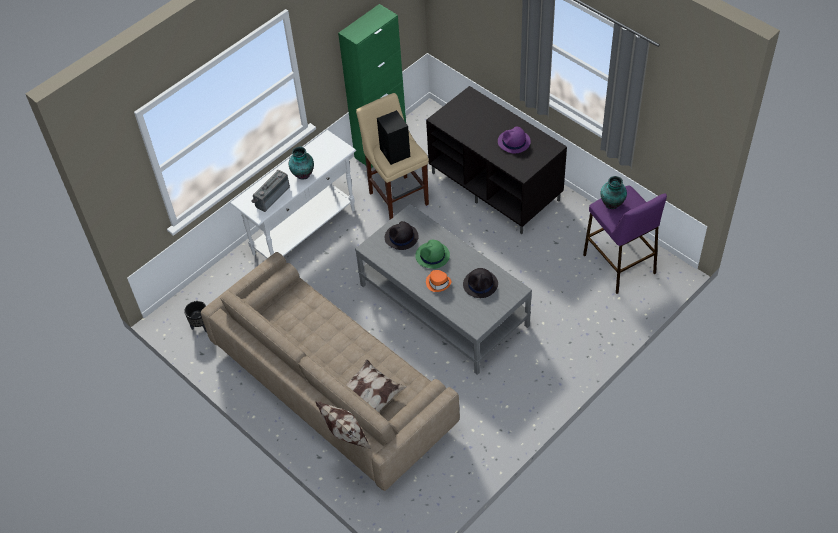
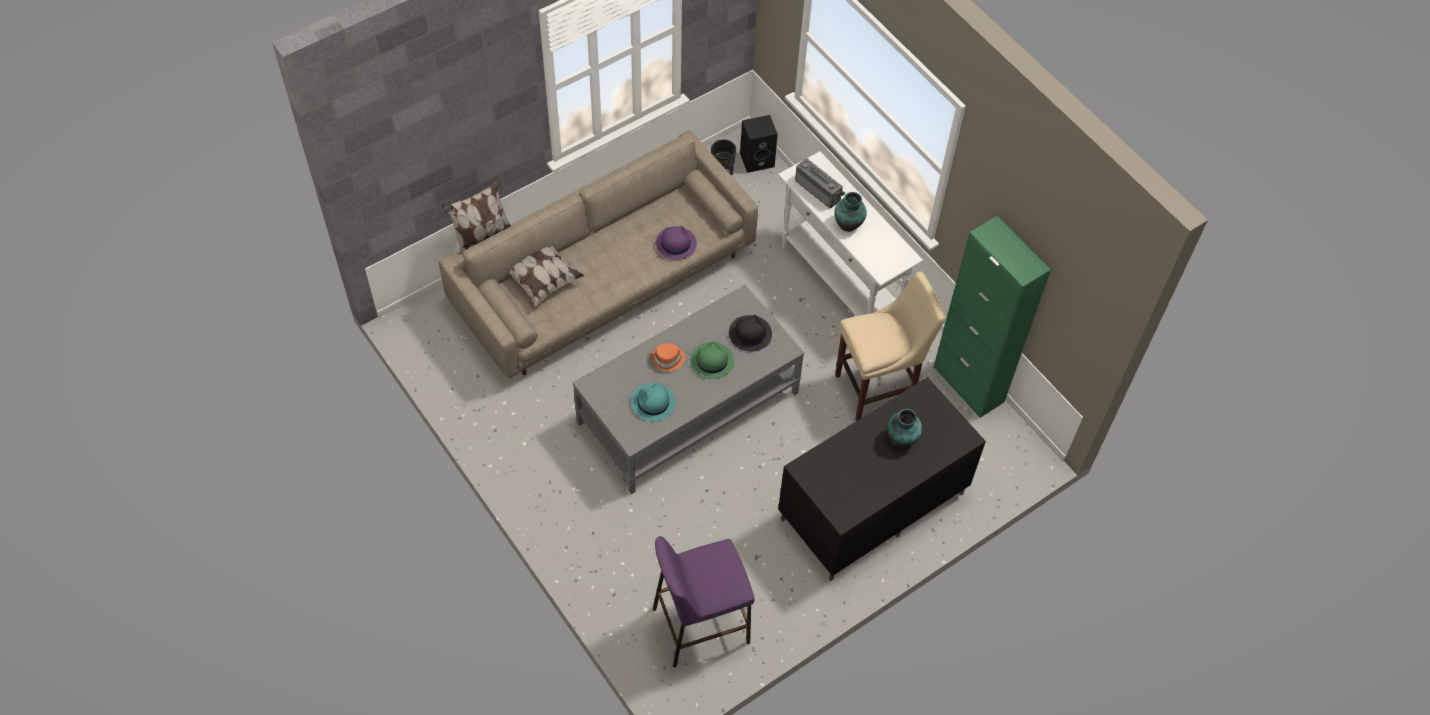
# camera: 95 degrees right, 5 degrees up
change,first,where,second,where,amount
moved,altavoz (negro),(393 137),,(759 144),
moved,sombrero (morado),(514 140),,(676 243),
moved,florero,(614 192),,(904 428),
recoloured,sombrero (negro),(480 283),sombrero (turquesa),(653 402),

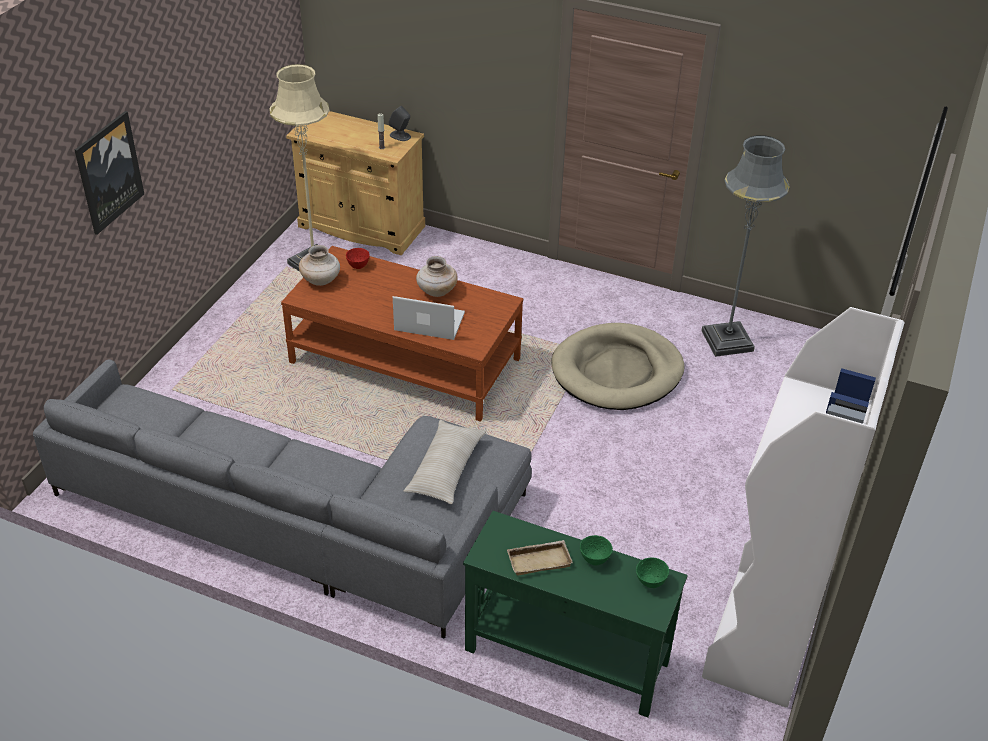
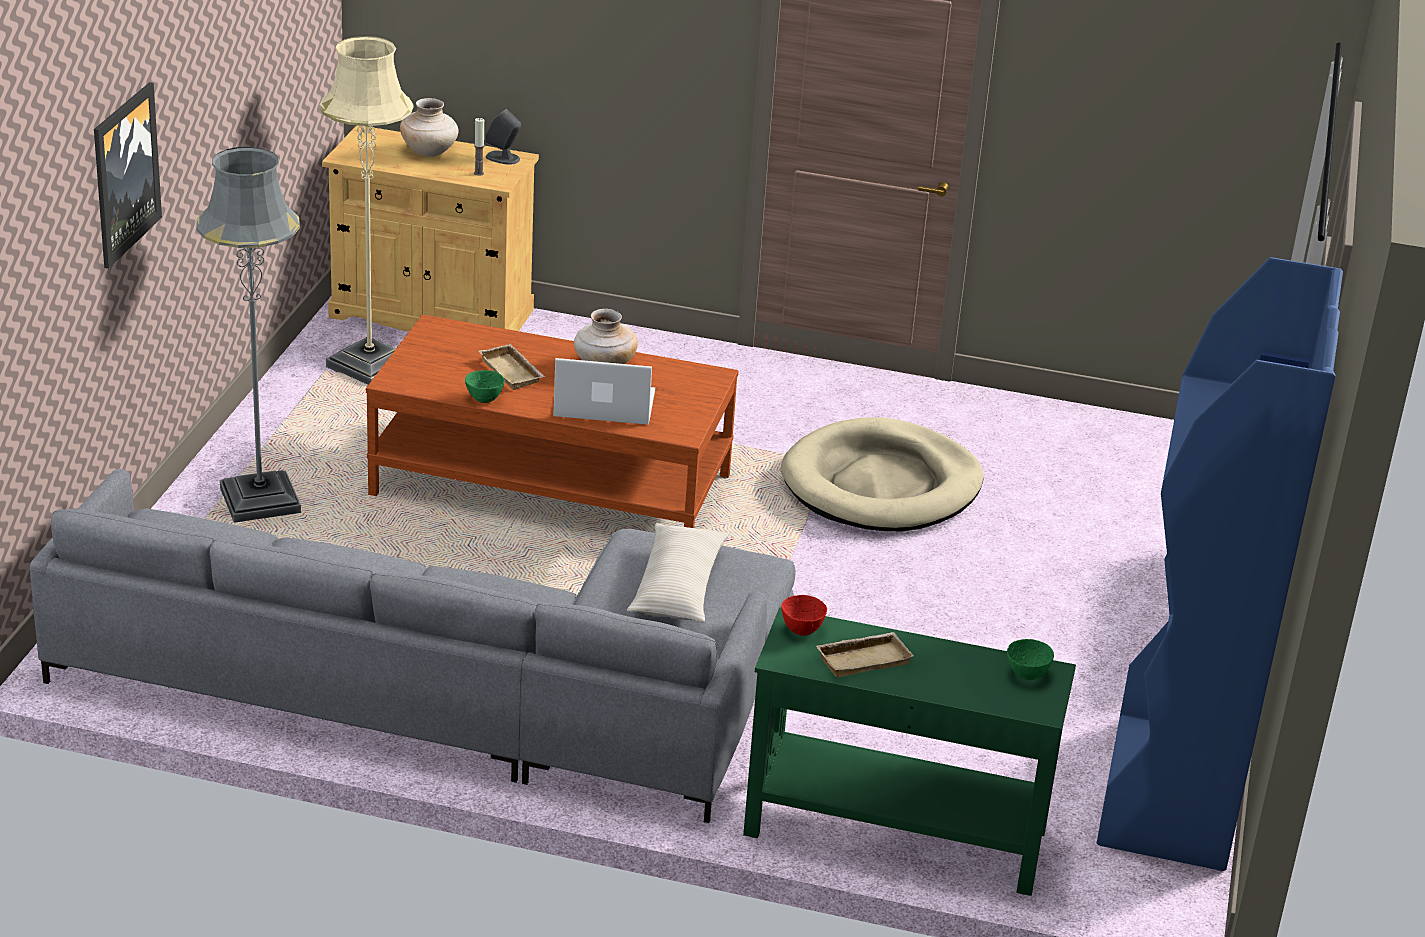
# camera: 10 degrees left, 10 degrees down
change,first,where,second,where,amount
moved,lámpara de pie (gris),(745 246),,(249 335),
moved,florero (beis),(319 265),,(429 127),
moved,cuenco (rojo),(358 258),,(804 615),
recoloured,estantería (blanco),(803 507),estantería (azul),(1220 564),
moved,cuenco (verde),(596 550),,(485 386),
added,,,bandeja (beis),(512 367),

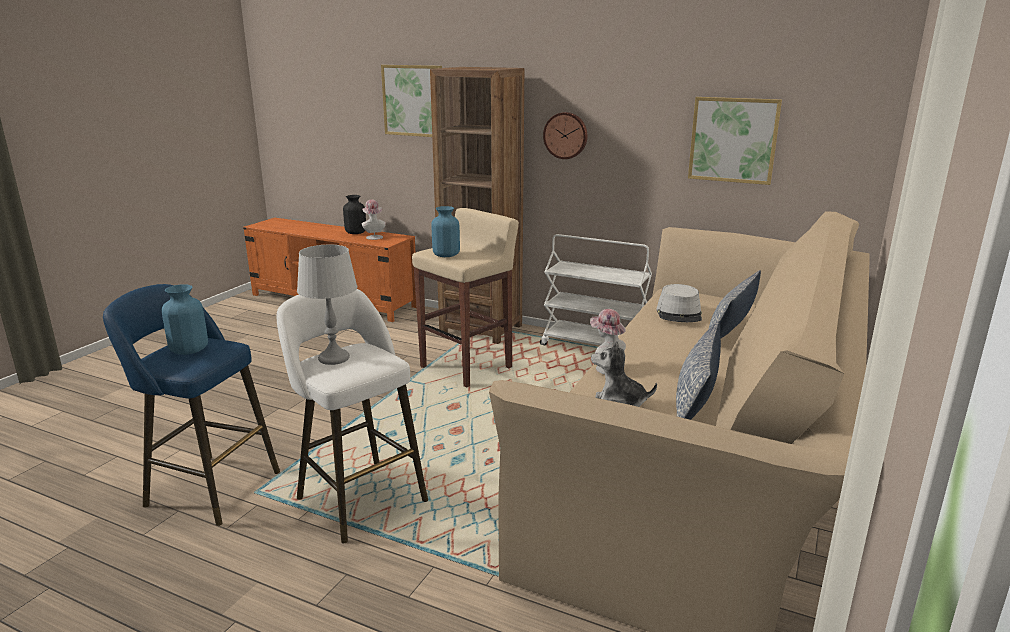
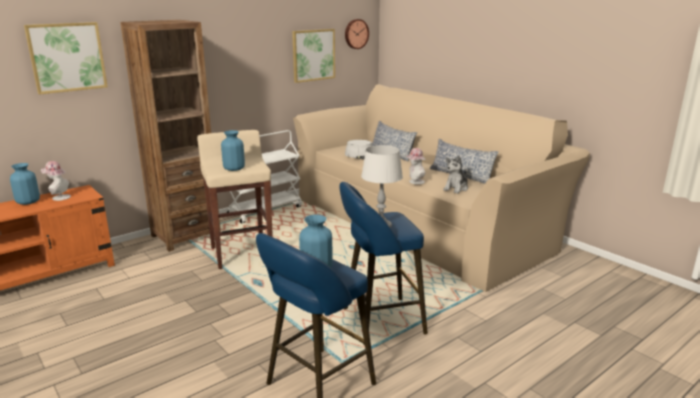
# camera: 65 degrees left, 0 degrees up
change,first,where,second,where,amount
moved,reloj de pared,(565 135),,(357 34),
recoloured,florero (negro),(354 214),florero (azul),(25 184),
recoloured,taburete (blanco),(352 416),taburete (azul),(383 263),

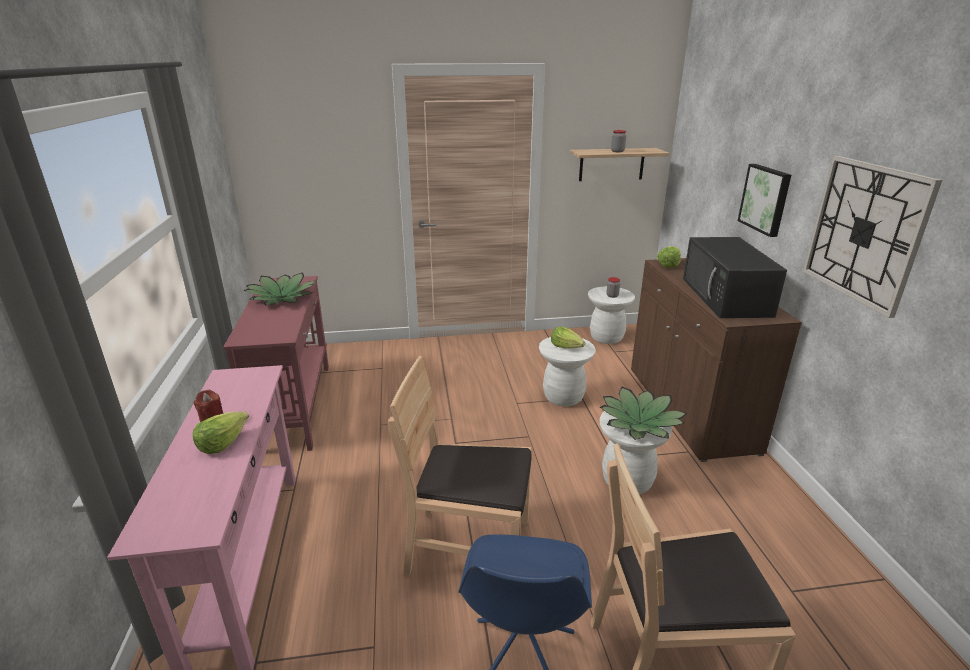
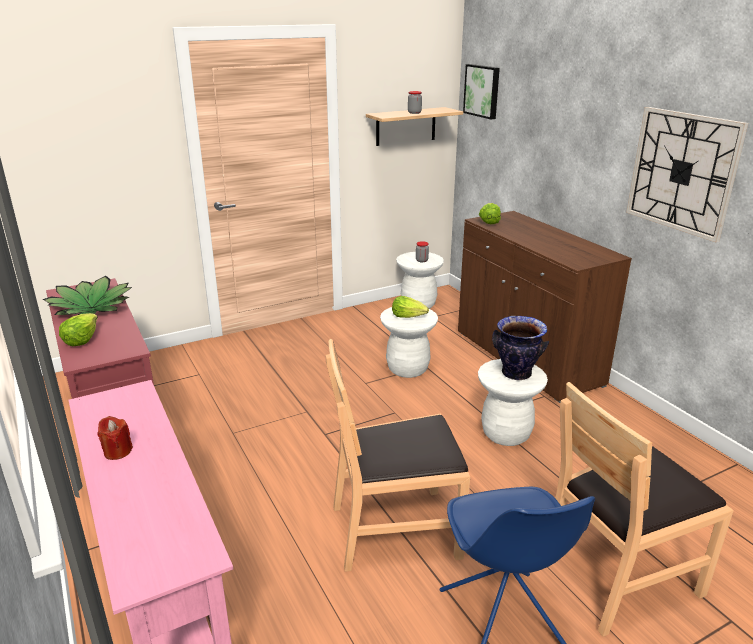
# camera: 20 degrees left, 0 degrees up
change,first,where,second,where,amount
moved,cuadro,(764 200),,(481 91),
removed,microondas (negro),(735 277),,,
replaced,planta en maceta,(643 413),florero,(520 348),
moved,lechuga,(221 432),,(78 329),

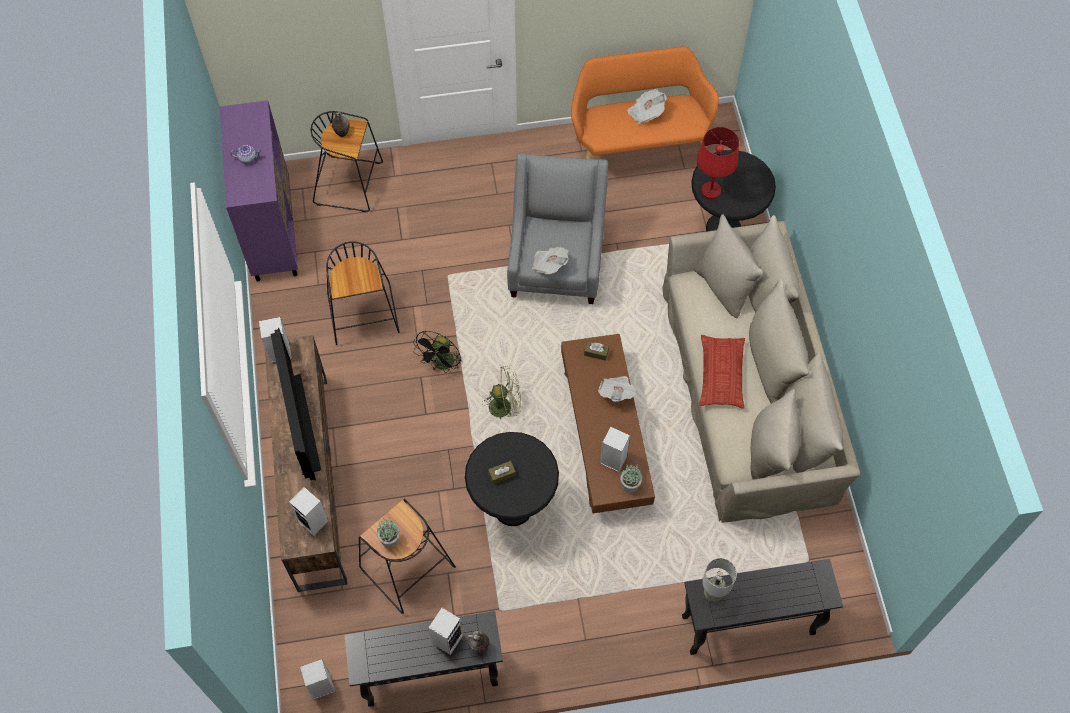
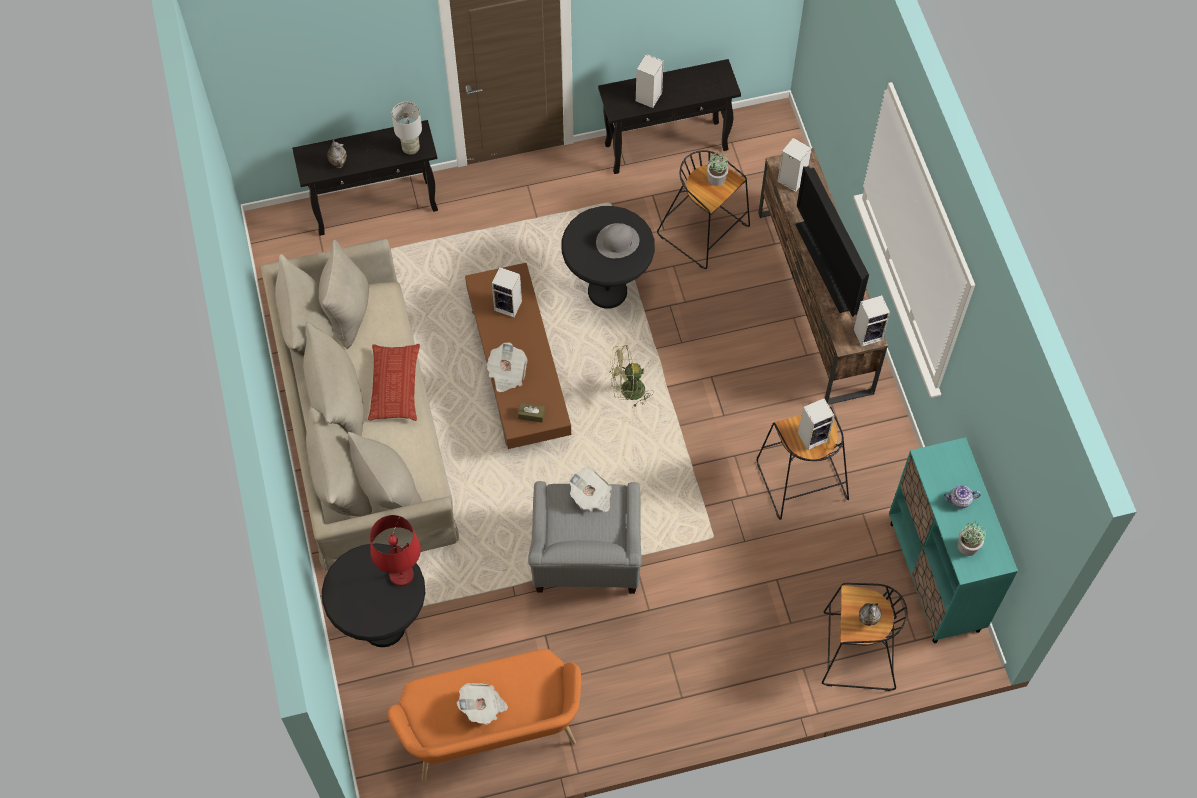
# camera: 175 degrees right, 0 degrees up
change,first,where,second,where,amount
recoloured,armario (morado),(258 190),armario (turquesa),(953 540),
removed,ventilador (negro),(437 352),,,
replaced,caja de pañuelos (marrón),(502 472),sombrero (gris),(617 240),
moved,planta en maceta,(631 478),,(972 538),
moved,florero,(478 642),,(337 153),
moved,altavoz,(317 679),,(816 424),

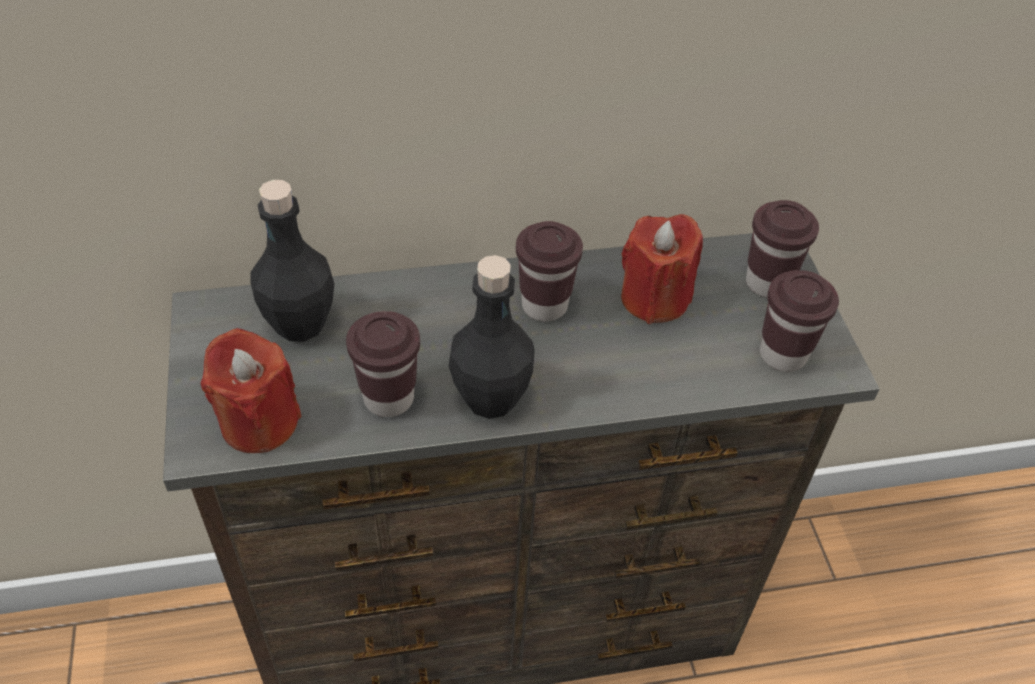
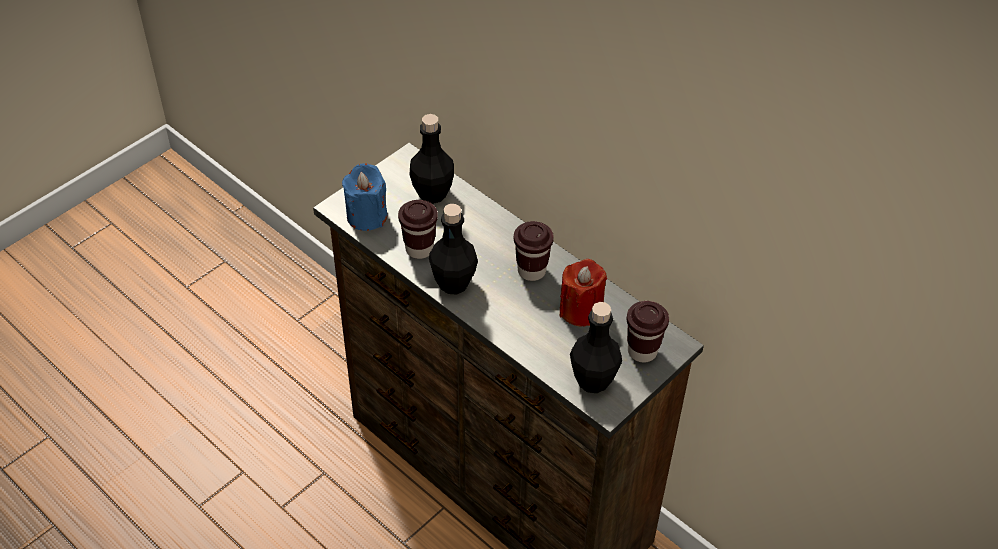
# camera: 55 degrees right, 0 degrees up
change,first,where,second,where,amount
replaced,taza (marrón),(799 321),botella (negro),(596 347),
recoloured,vela (rojo),(251 390),vela (azul),(365 197),

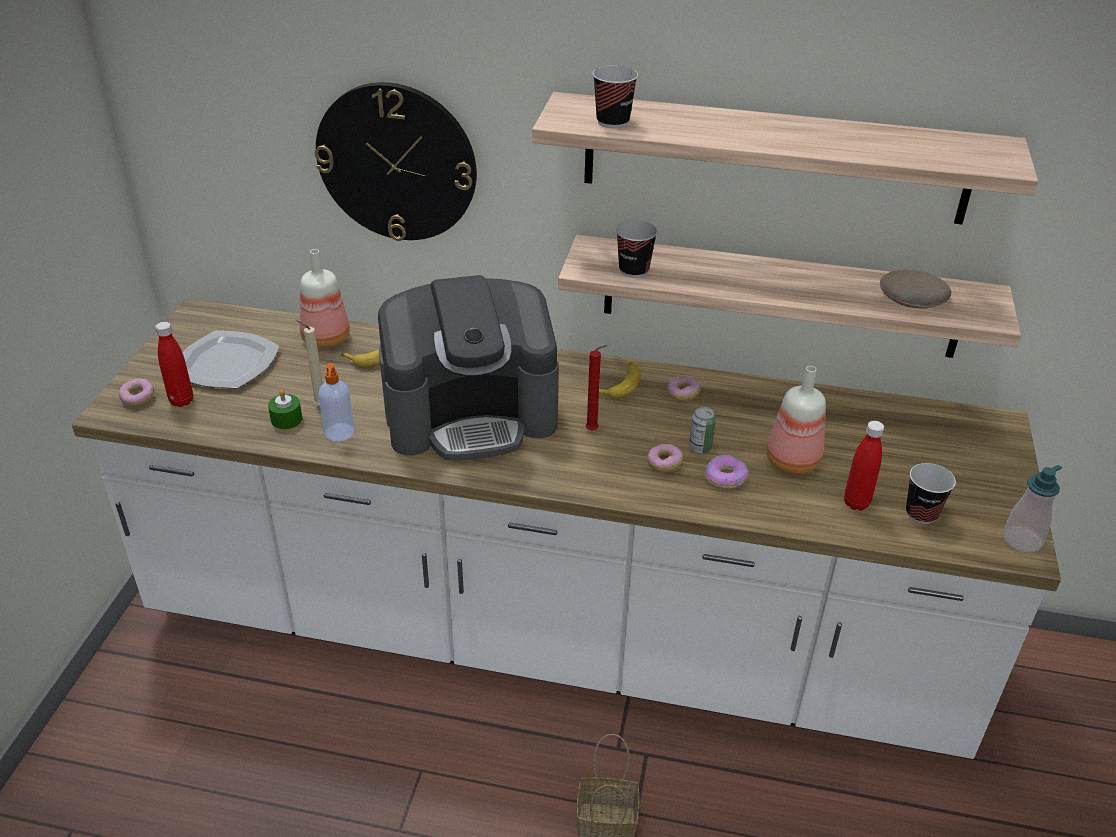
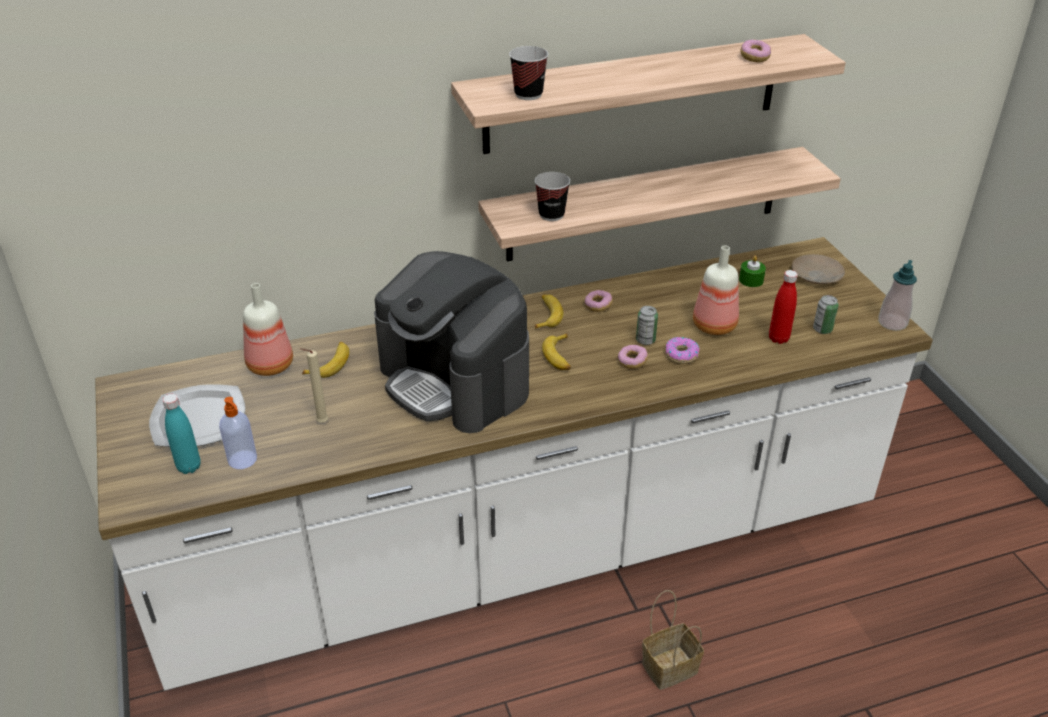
# camera: 30 degrees left, 0 degrees up
change,first,where,second,where,amount
removed,reloj de pared,(396 161),,,
moved,plato (beis),(915 289),,(818 269),
turned,cafetera,(468 368),,(451 342),90 degrees clockwise
recoloured,botella (rojo),(174 364),botella (turquesa),(181 434),
replaced,vela (rojo),(596 387),plátano,(556 351),
moved,dispensador de jabón,(337 402),,(238 433),
moved,rosquilla,(136 392),,(756 51),
moved,vela (verde),(285 409),,(752 271),
replaced,taza,(931 493),lata,(826 314),

